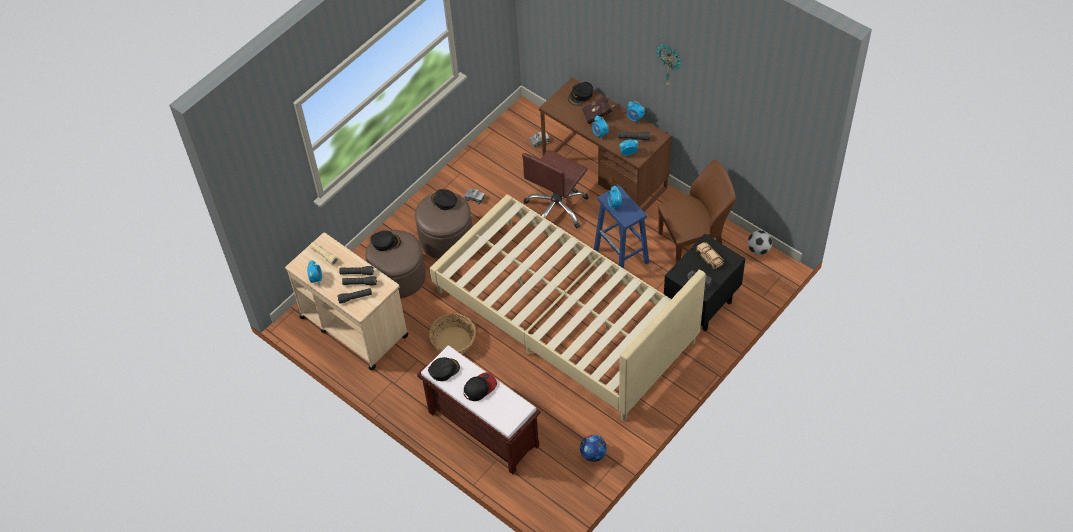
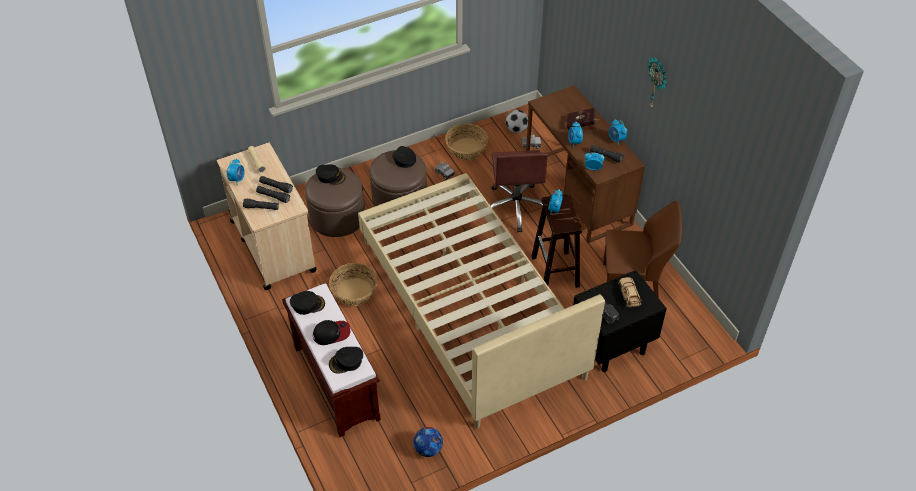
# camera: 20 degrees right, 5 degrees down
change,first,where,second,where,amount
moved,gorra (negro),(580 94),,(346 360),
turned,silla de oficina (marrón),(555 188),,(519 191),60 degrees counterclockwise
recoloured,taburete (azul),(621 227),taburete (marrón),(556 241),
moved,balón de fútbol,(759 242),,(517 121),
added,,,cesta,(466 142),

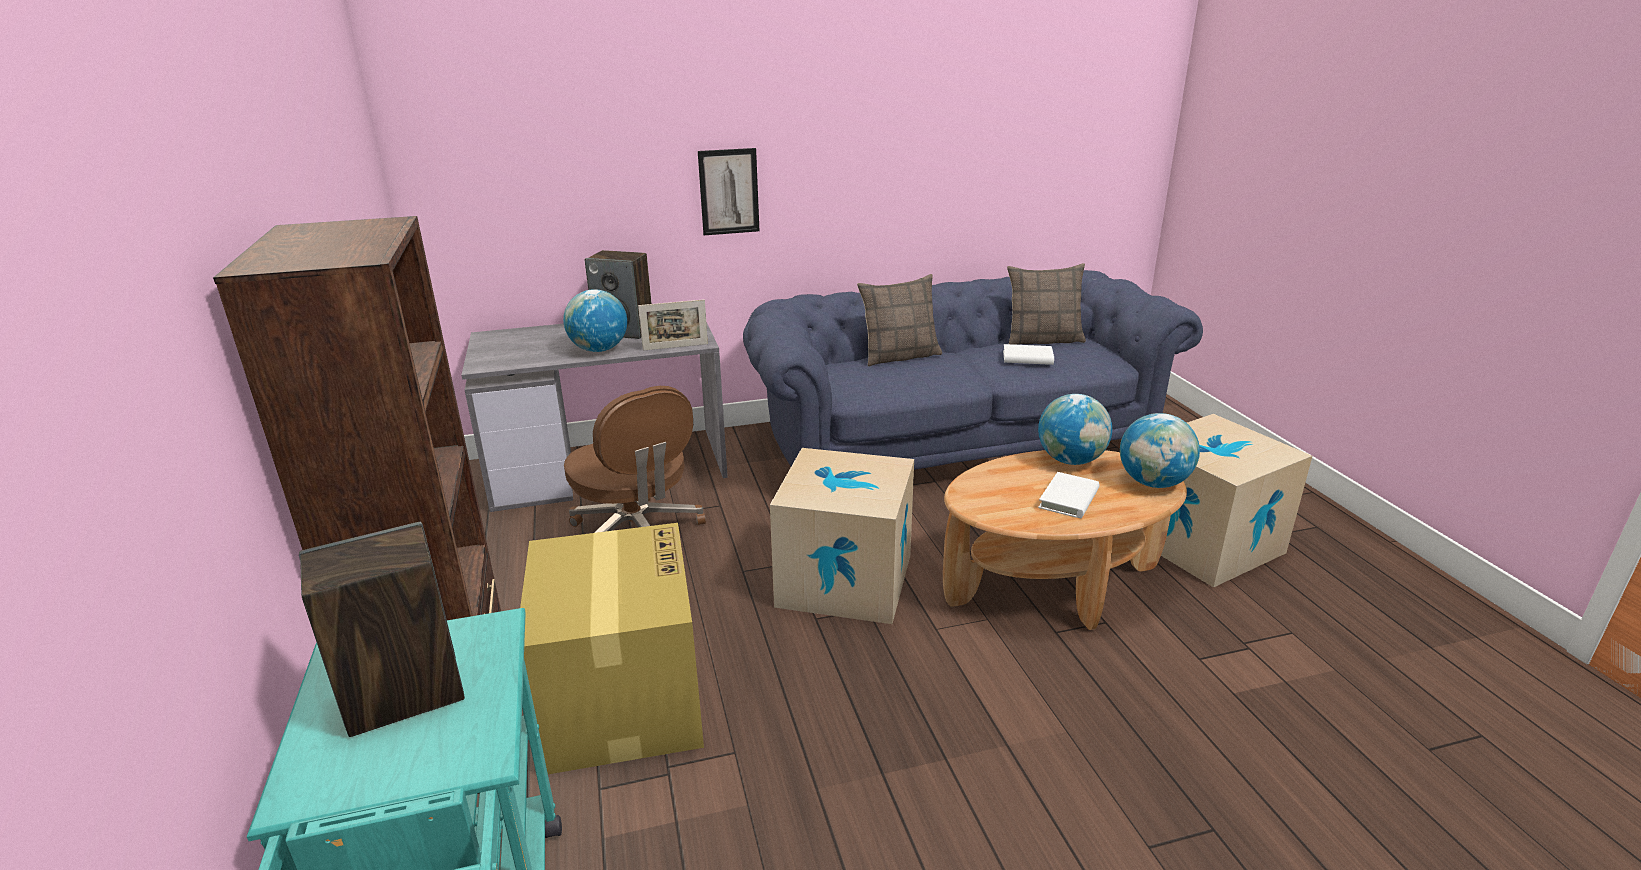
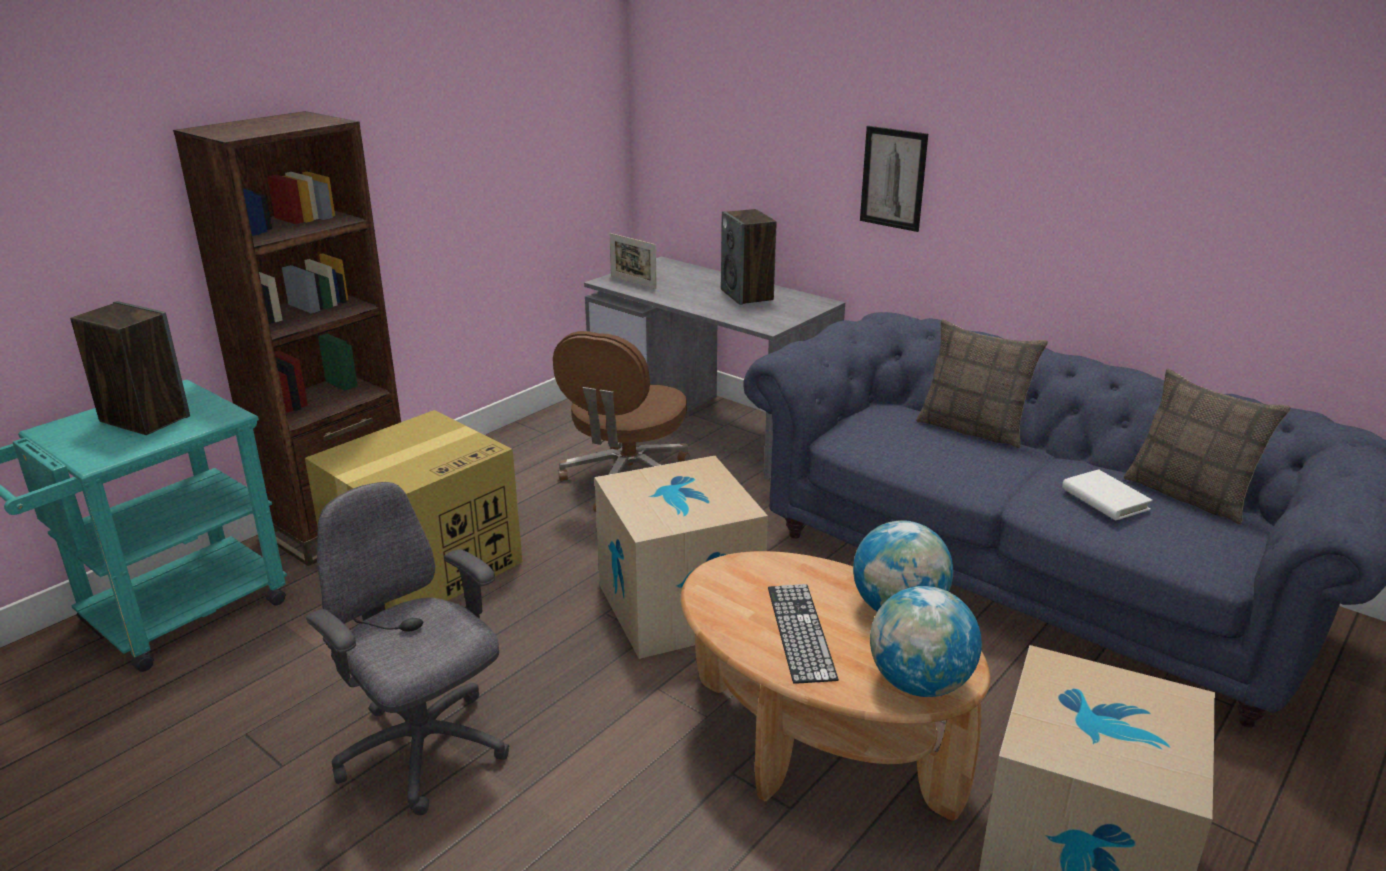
# camera: 55 degrees right, 0 degrees up
change,first,where,second,where,amount
removed,globo terráqueo,(595 320),,,
moved,portarretratos,(673 325),,(633 261),
replaced,libro (blanco),(1068 495),teclado,(803 634),
added,,,silla de oficina (gris),(408 648),

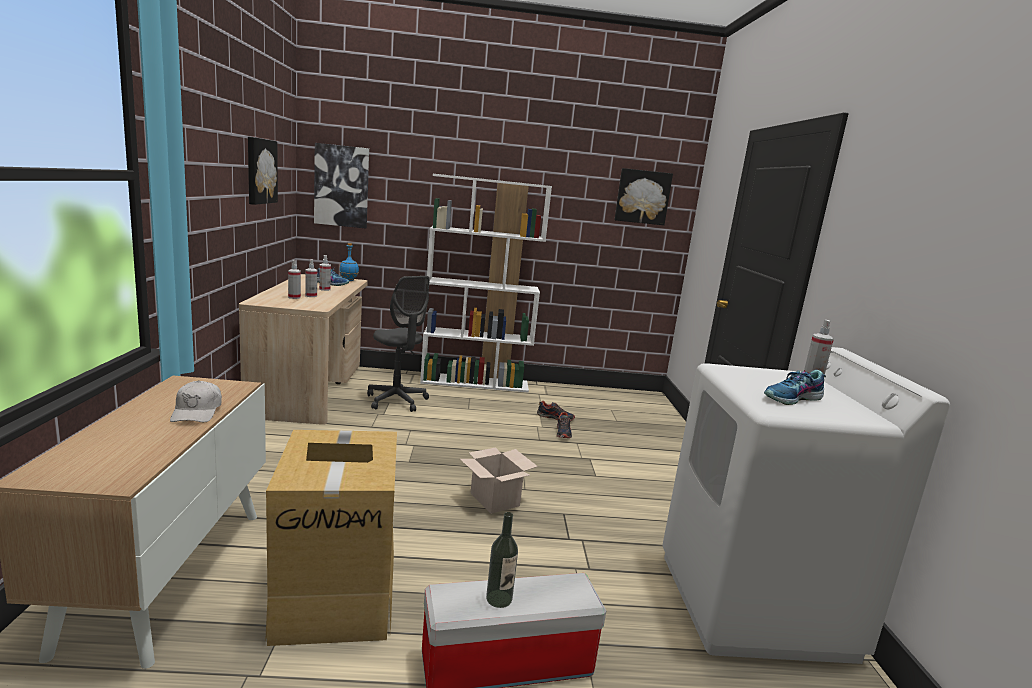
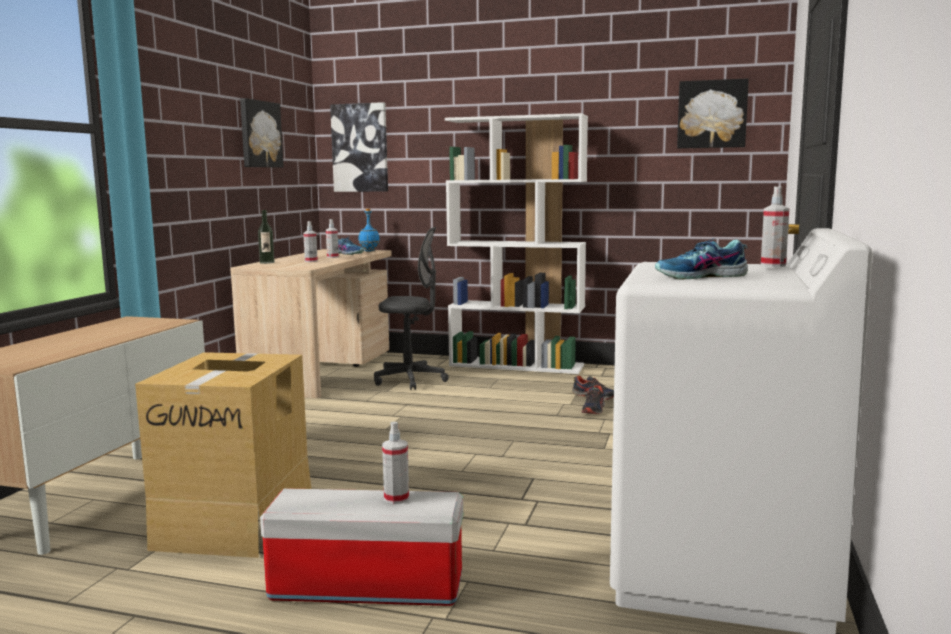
# camera: 20 degrees right, 5 degrees down
change,first,where,second,where,amount
moved,pulverizador,(294 279),,(395 463),
turned,silla de oficina (gris),(398 344),,(411 308),60 degrees counterclockwise
removed,gorra (blanco),(196 401),,,
removed,caja de cartón,(499 481),,,
moved,botella,(502 560),,(266 237),

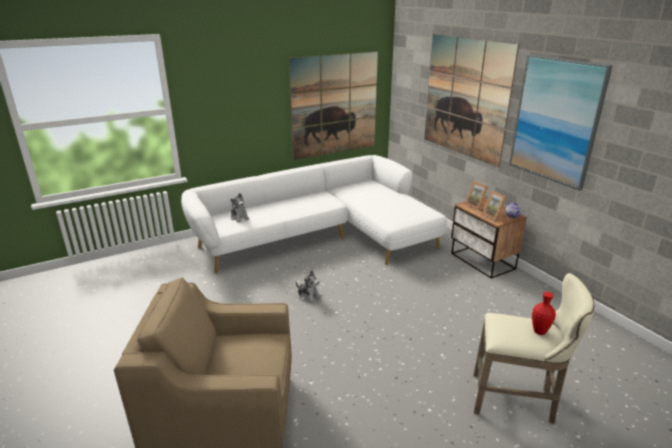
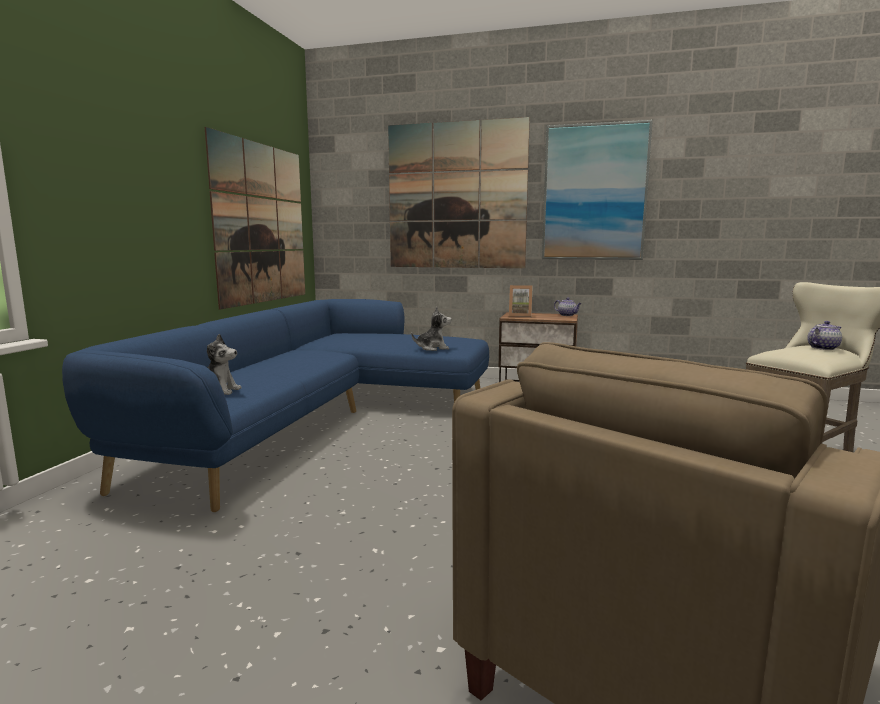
# camera: 45 degrees left, 15 degrees down
change,first,where,second,where,amount
recoloured,sofá (blanco),(314 214),sofá (azul),(275 405),
removed,portarretratos,(494 205),,,
moved,peluche,(308 286),,(431 329),
replaced,florero (rojo),(544 313),tetera,(824 335),

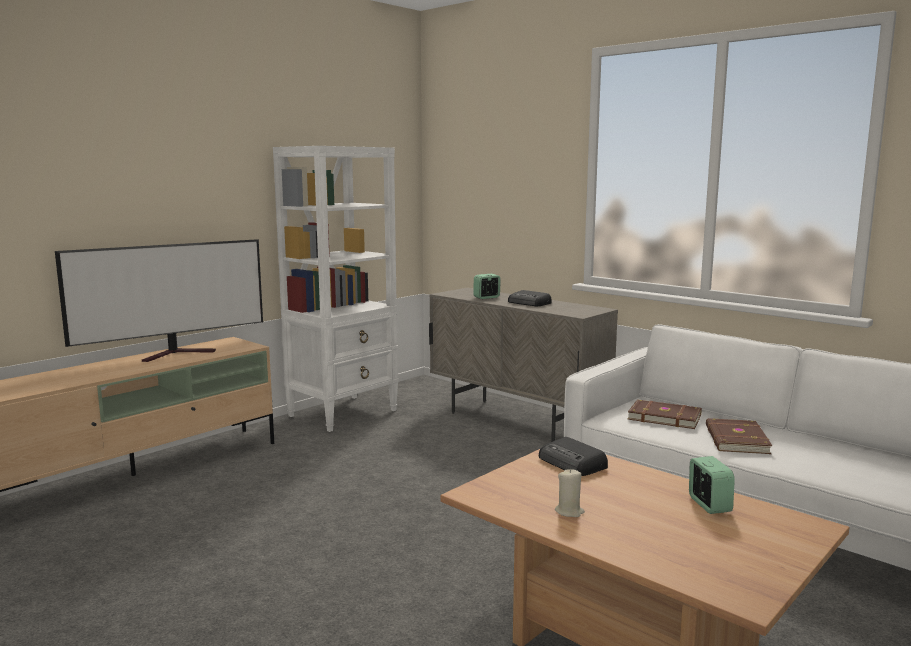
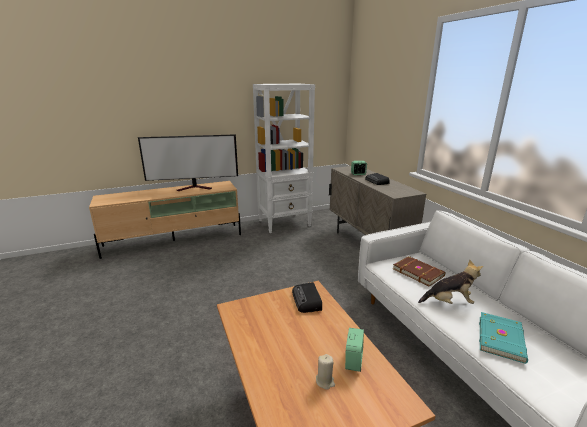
# camera: 25 degrees right, 10 degrees up
change,first,where,second,where,amount
replaced,libro (marrón),(739 436),peluche,(450 282),
moved,vela (beis),(570 493),,(325 372),
added,,,libro (turquesa),(503 338),

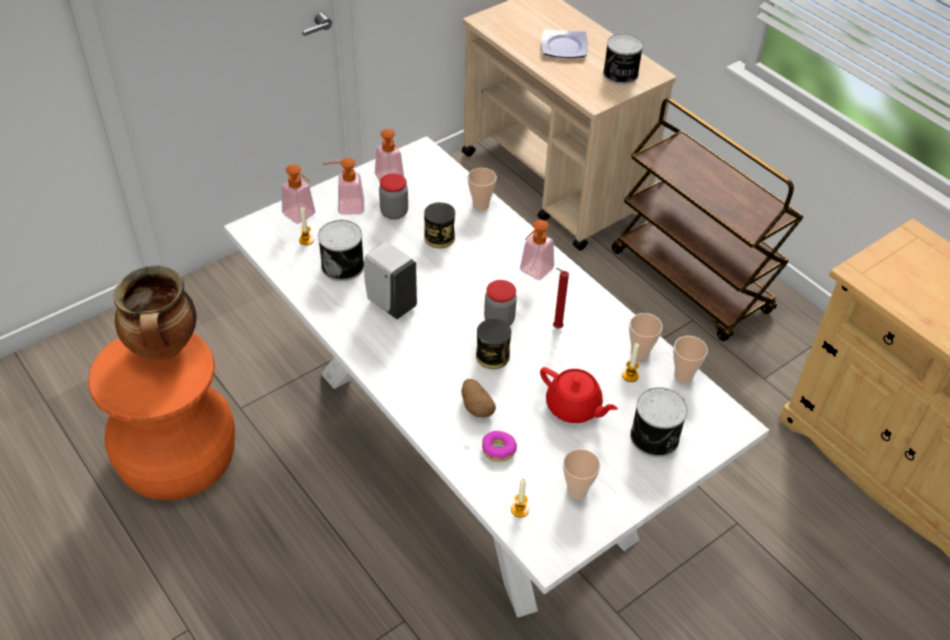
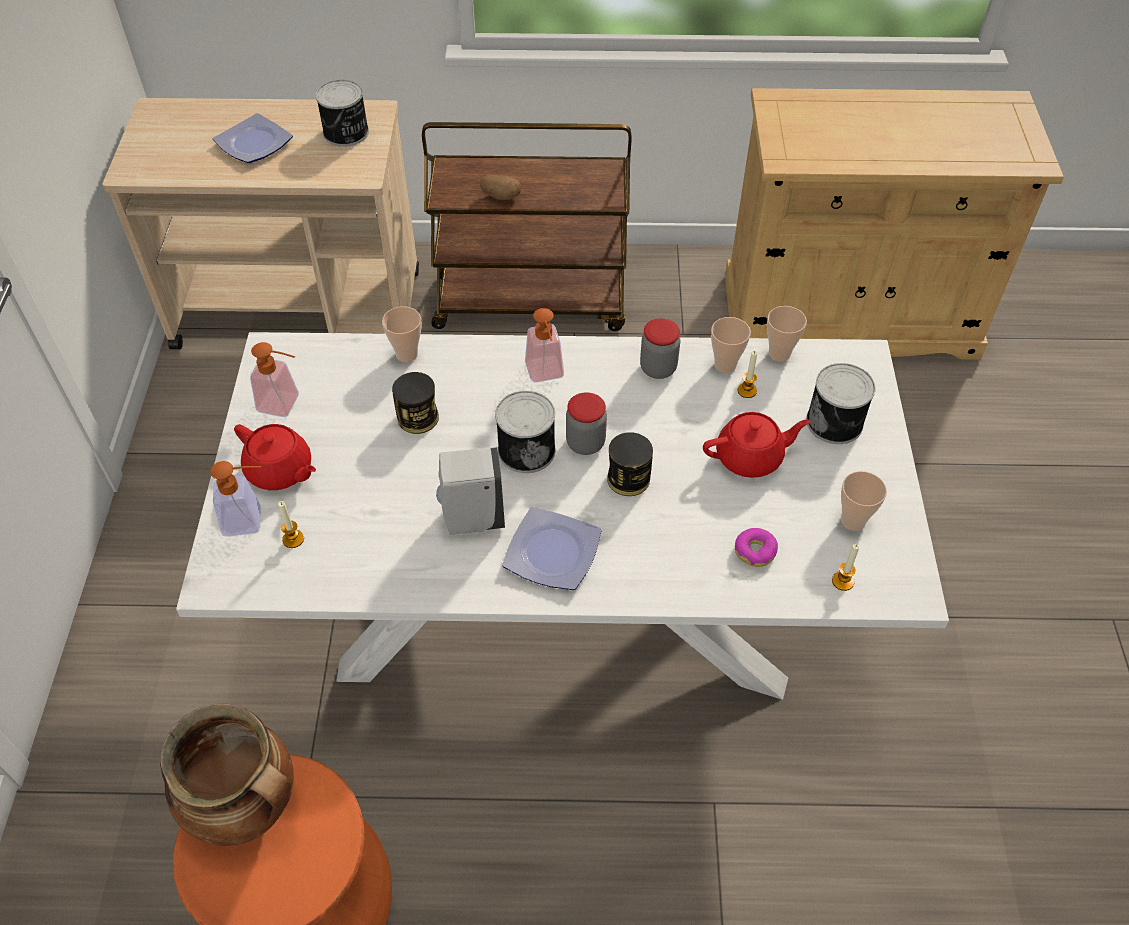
# camera: 50 degrees left, 5 degrees up
change,first,where,second,where,amount
replaced,dispensador de jabón,(343 186),tetera (rojo),(275 457),
moved,tarro,(393 196),,(660 348),
moved,lata,(341 250),,(525 432),
removed,vela (rojo),(561 298),,,
moved,patata,(478 398),,(501 187),
added,,,plato,(552 548),

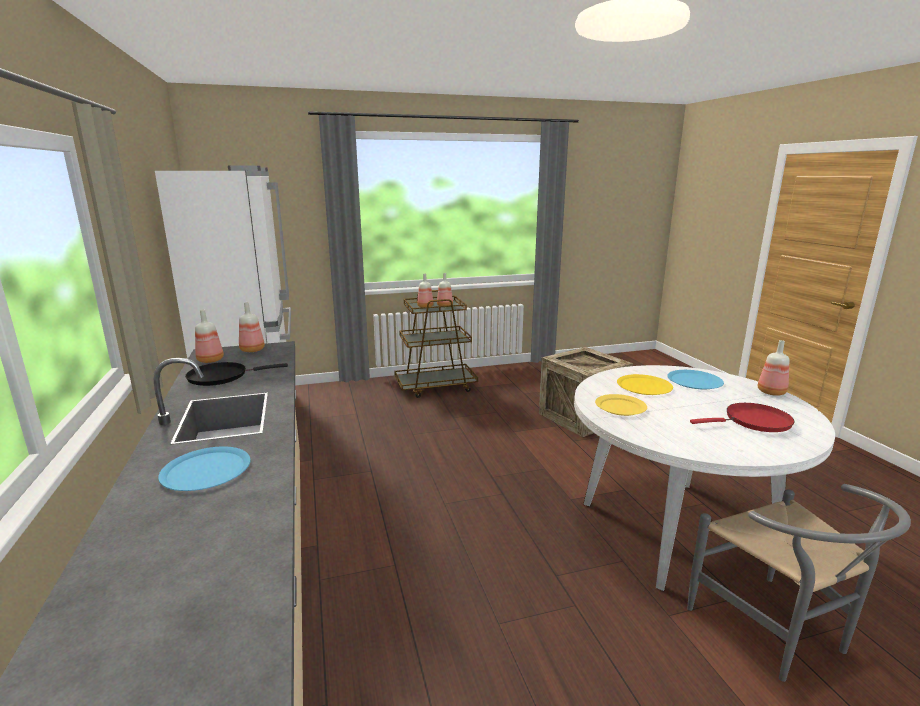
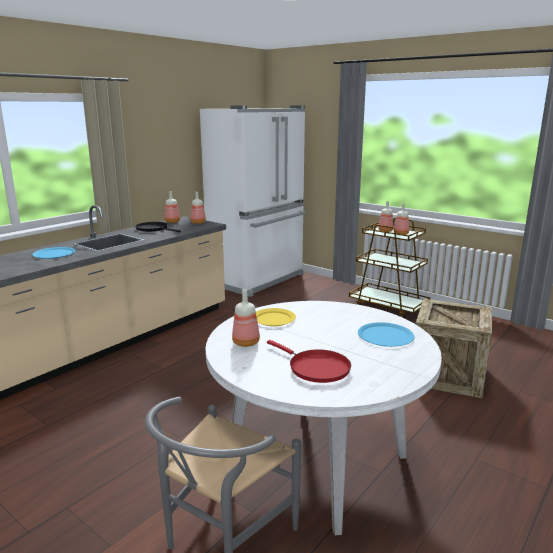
# camera: 55 degrees right, 0 degrees up
change,first,where,second,where,amount
moved,botella,(773 368),,(246 318),
removed,plato (amarillo),(645 384),,,

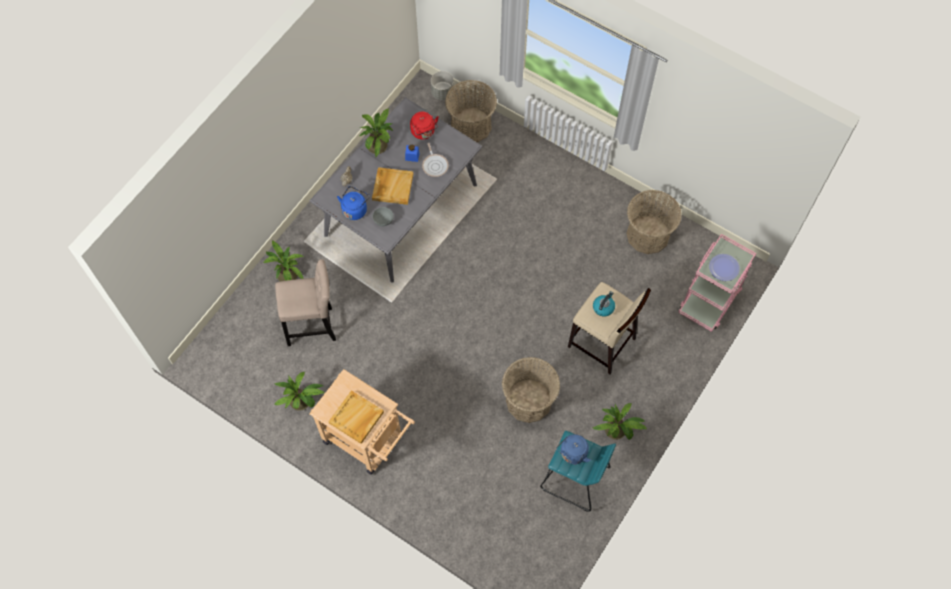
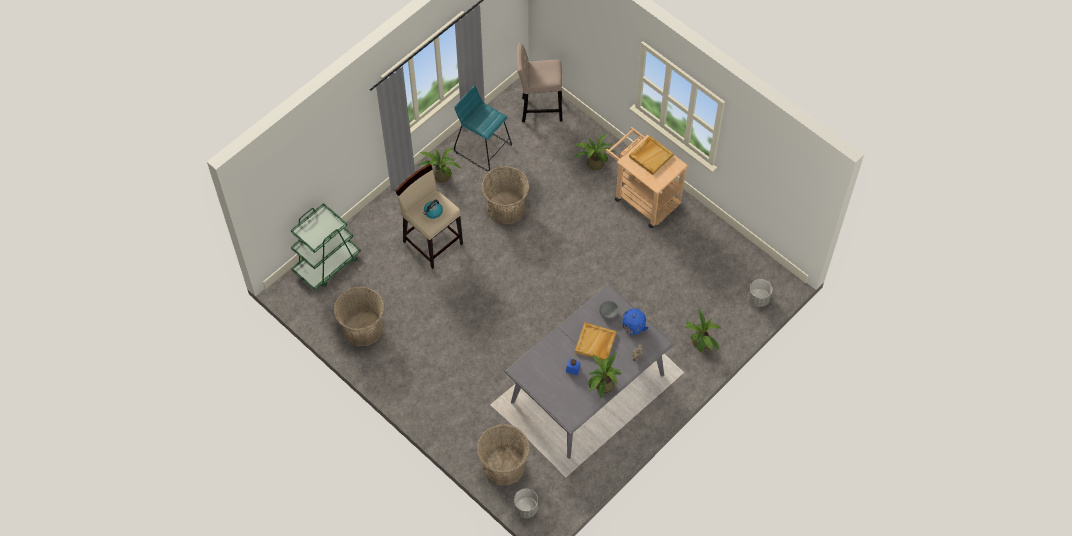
# camera: 170 degrees left, 5 degrees down
change,first,where,second,where,amount
removed,hervidor (rojo),(424 126),,,
removed,sartén,(435 160),,,
recoloured,carrito (rosa),(717 283),carrito (verde),(326 247),
removed,plato,(724 267),,,
moved,taburete (beis),(305 302),,(539 82),
moved,planta en maceta,(299 391),,(594 152),
removed,hervidor (azul),(573 449),,,
added,,,maceta (gris),(760 293),

